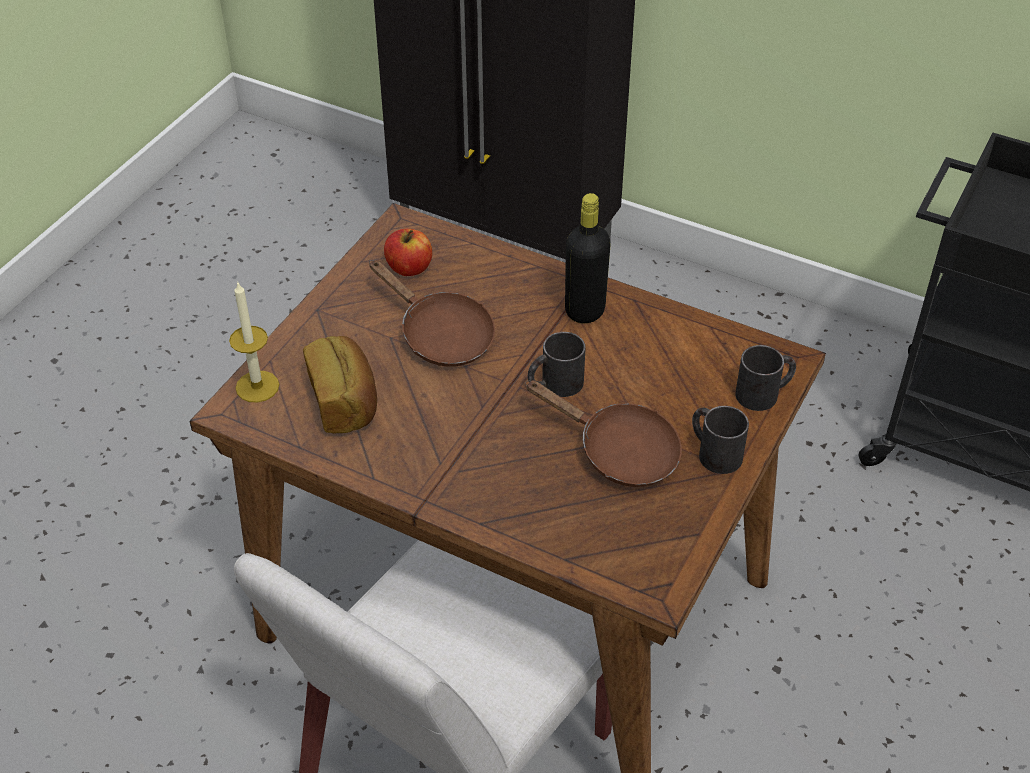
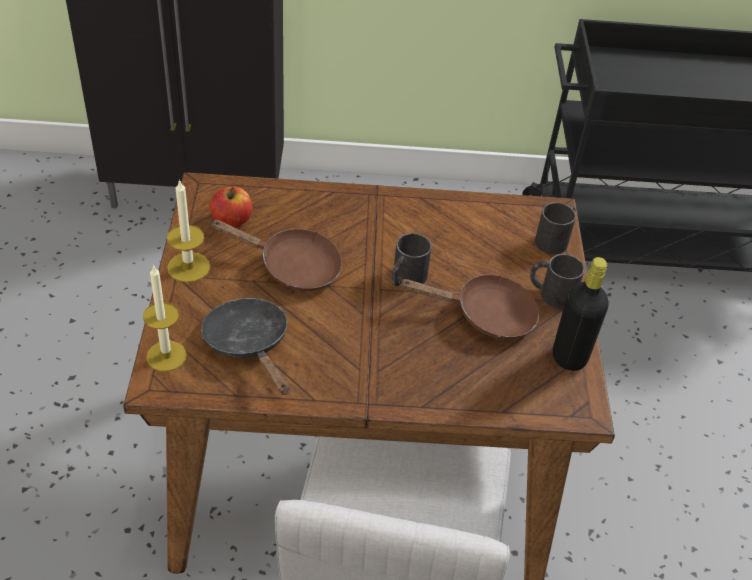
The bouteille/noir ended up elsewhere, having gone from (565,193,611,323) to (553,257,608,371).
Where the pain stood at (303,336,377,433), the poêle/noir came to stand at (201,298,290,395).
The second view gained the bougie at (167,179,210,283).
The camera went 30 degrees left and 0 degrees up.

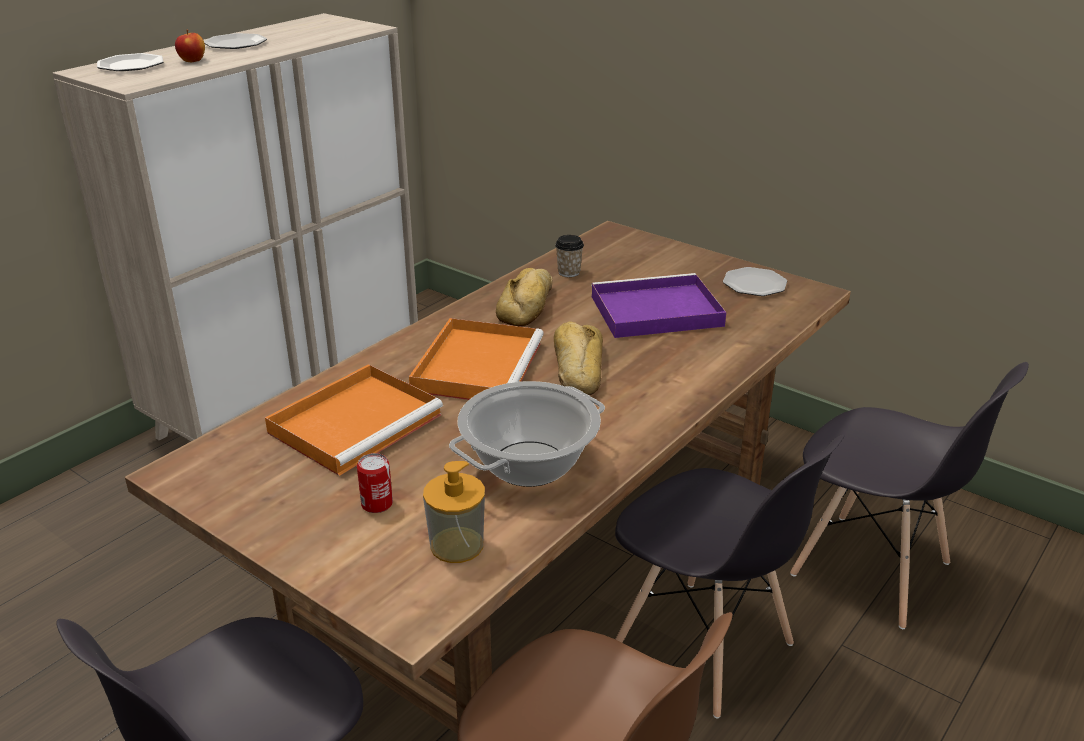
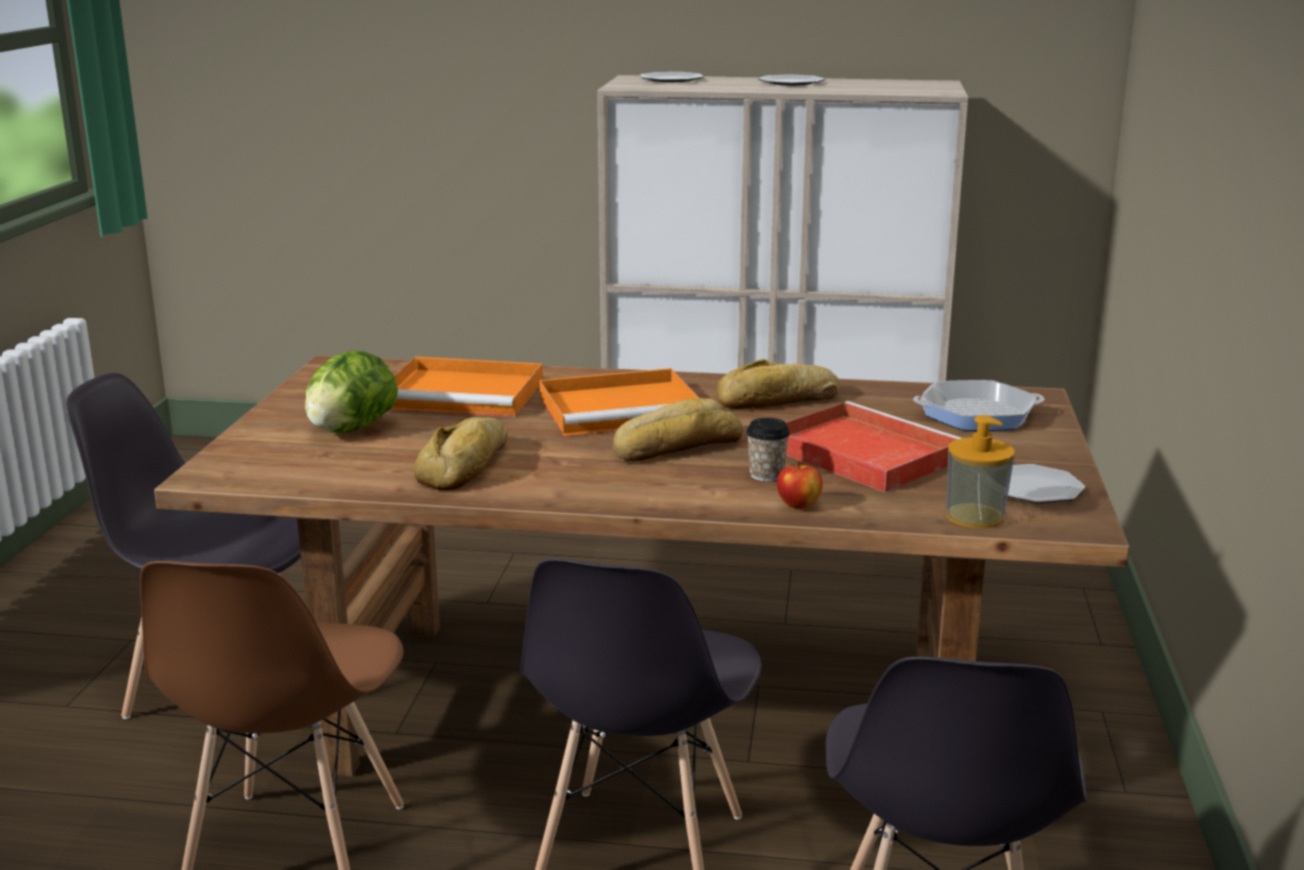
The pomme ended up elsewhere, having gone from (175,30,205,62) to (777,461,823,509).
The tasse ended up elsewhere, having gone from (555,235,584,277) to (746,418,790,482).
What was the plateau/violet at (591,273,726,338) turned into the plateau/rouge at (785,401,962,492).
Where the marmite stood at (449,381,605,487), the pain came to stand at (414,417,508,491).
Where the boîte métallique stood at (357,453,393,513), the laitue came to stand at (305,350,398,433).
The distributeur de savon ended up elsewhere, having gone from (423,461,485,563) to (947,415,1014,528).
The second view gained the poêle at (913,380,1044,431).
The camera went 60 degrees right and 10 degrees down.

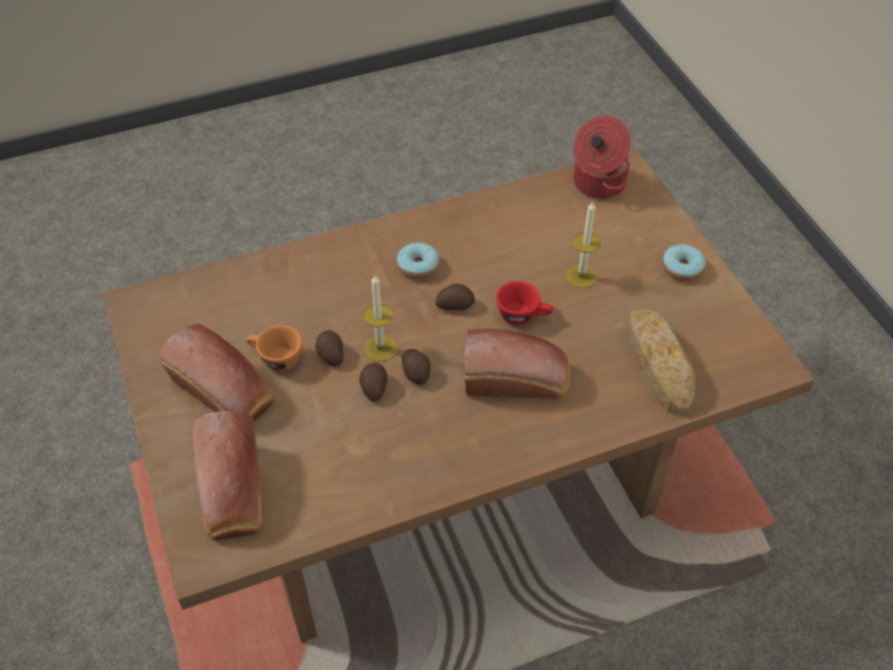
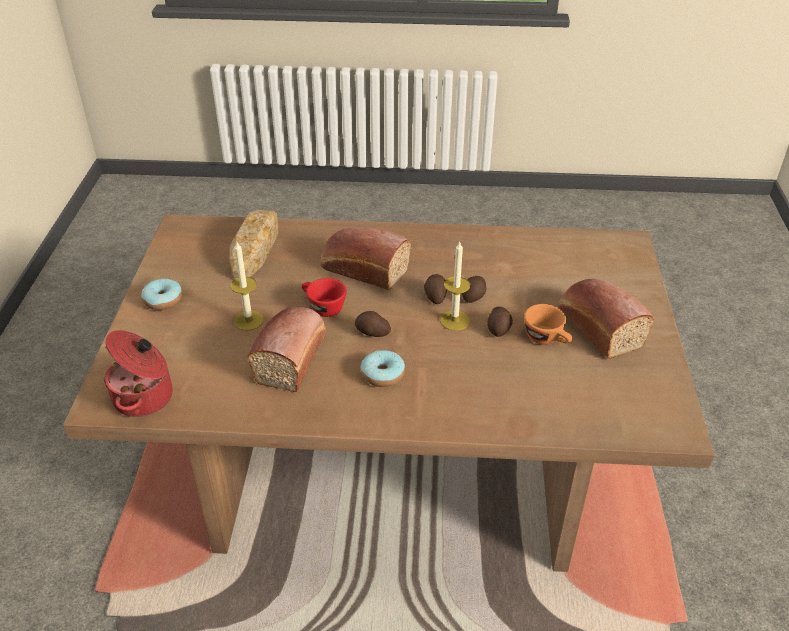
The pain ended up elsewhere, having gone from (193,411,263,540) to (248,307,326,392).
The camera went 155 degrees left and 10 degrees down.

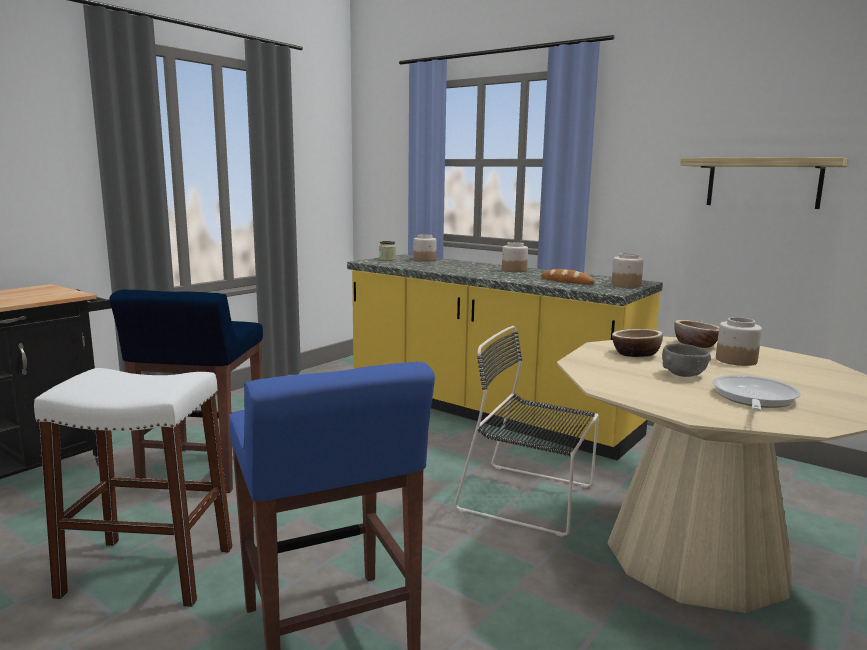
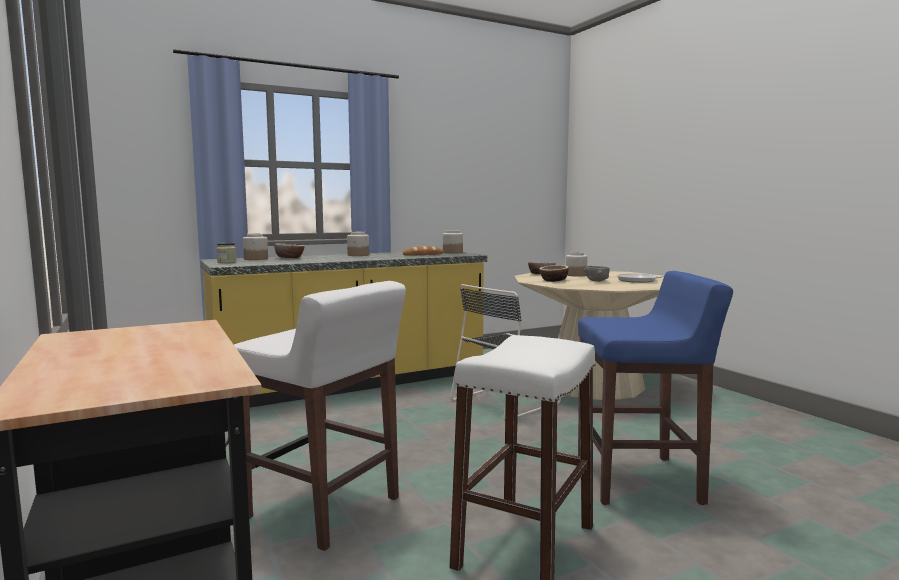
The second view lost the étagère at (680,157,849,209).
What was the tabouret/bleu at (110,290,263,493) turned into the tabouret/blanc at (234,281,406,551).
The second view gained the bol at (274,243,304,258).
The camera went 65 degrees left and 5 degrees down.

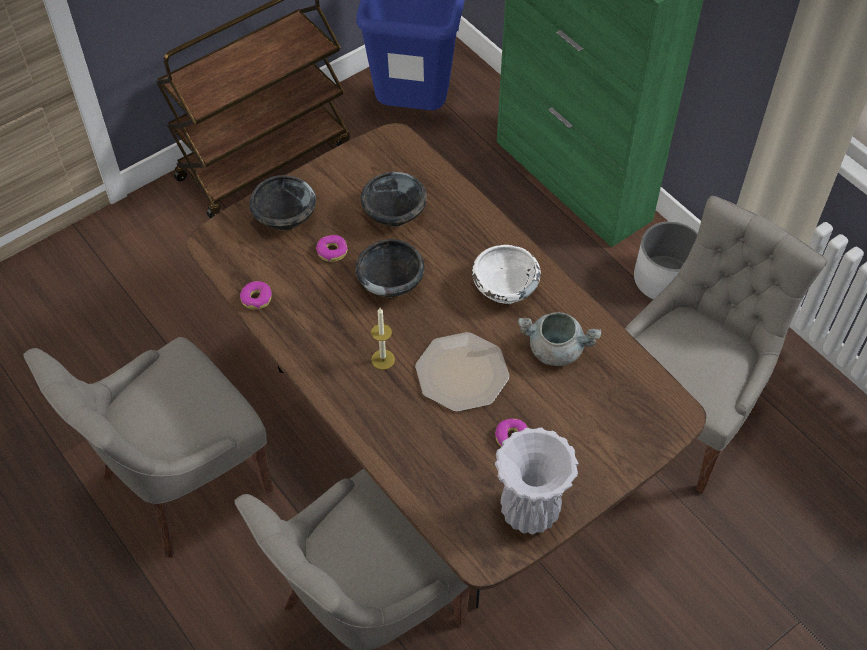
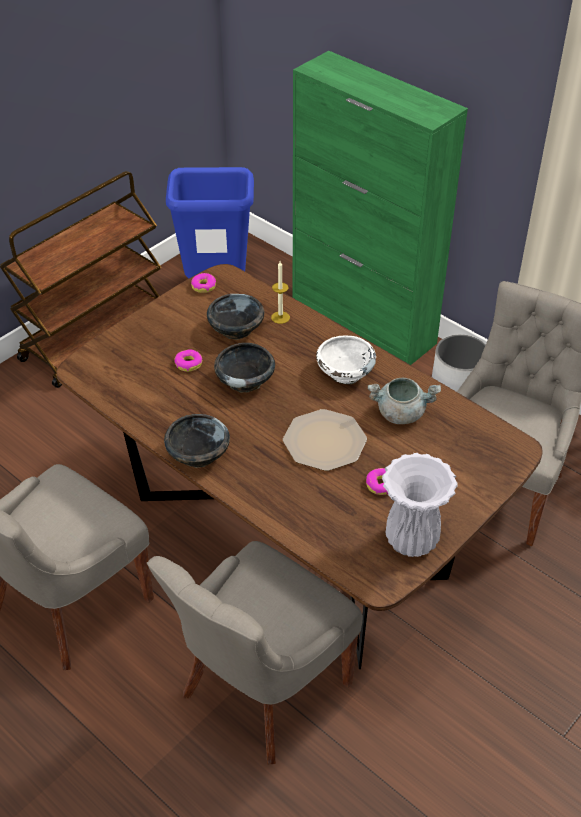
The bol/noir ended up elsewhere, having gone from (249,175,316,231) to (164,414,230,468).
The beignet ended up elsewhere, having gone from (240,281,272,310) to (191,273,216,293).
The bougie ended up elsewhere, having gone from (371,308,395,370) to (271,261,290,324).
The camera went 10 degrees left and 10 degrees down.

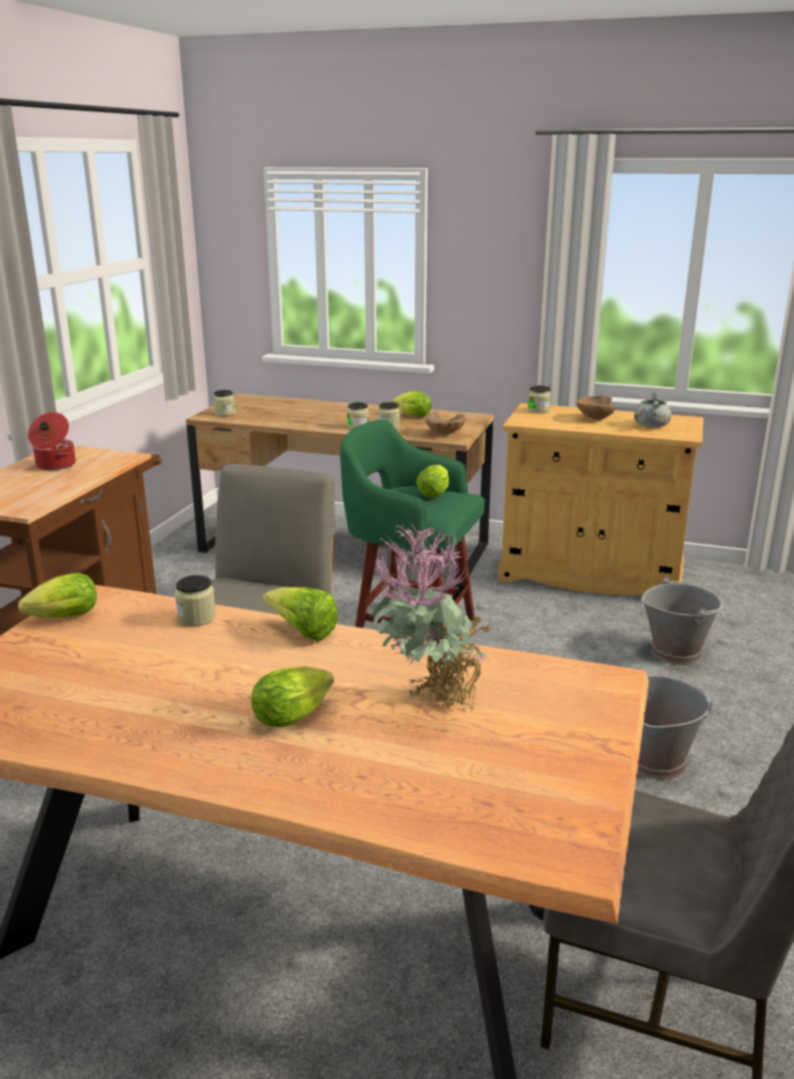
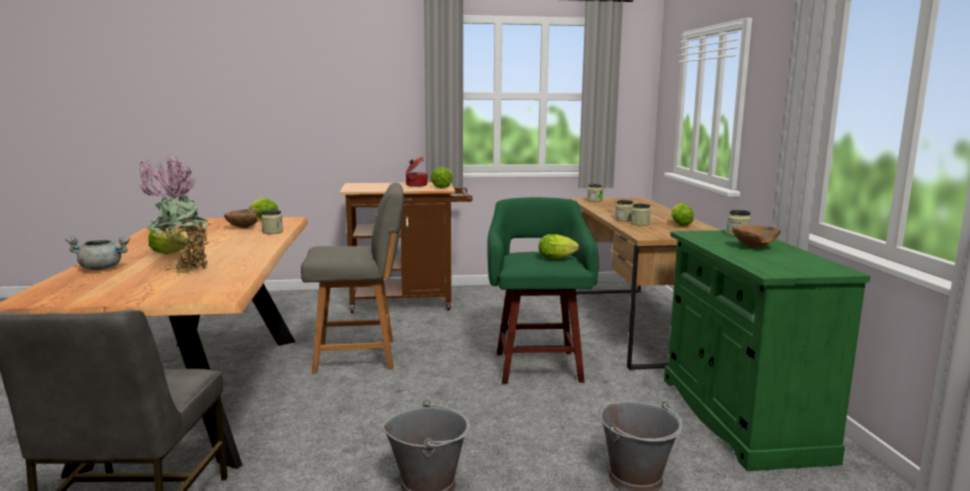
The marmite/gris ended up elsewhere, having gone from (634,392,672,428) to (65,236,130,270).
What was the meuble de rangement/beige at (498,403,704,595) turned into the meuble de rangement/vert at (664,230,870,471).
The bol/marron ended up elsewhere, having gone from (425,411,466,434) to (224,209,258,228).
The laitue ended up elsewhere, having gone from (263,587,338,641) to (431,167,453,188).
The camera went 65 degrees right and 10 degrees down.

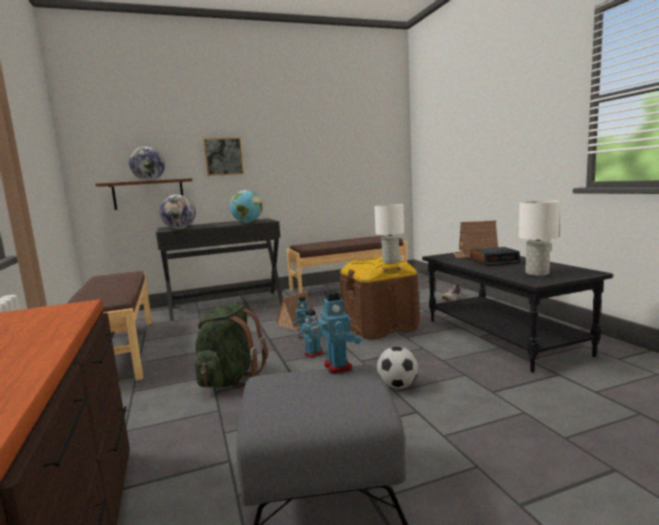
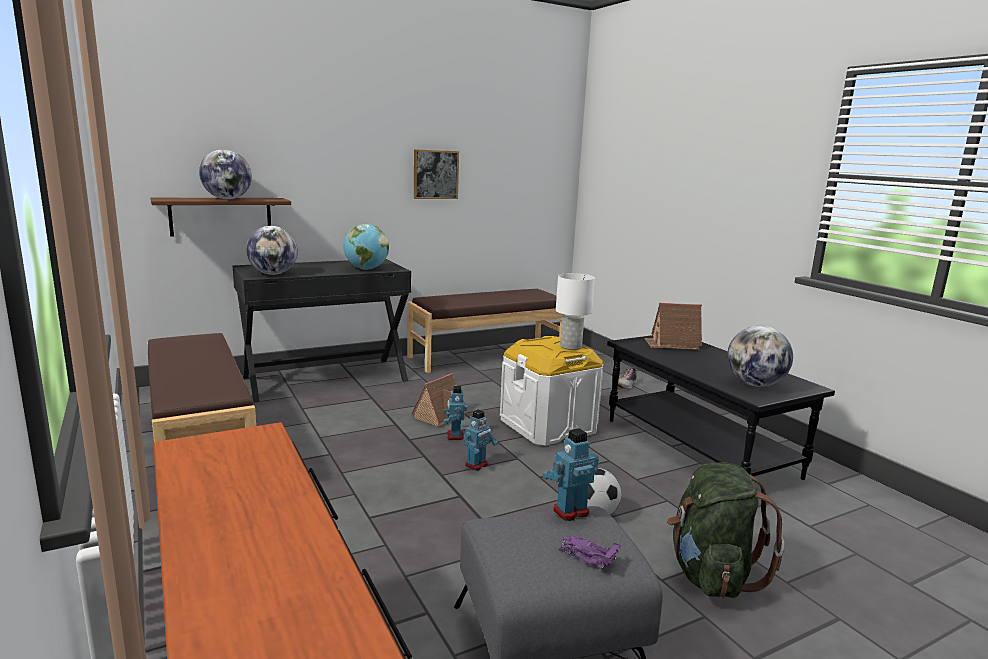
The tableau ended up elsewhere, having gone from (204,138,244,176) to (414,149,459,199).
Where the lampe de table/blanc stood at (519,200,560,276), the globe came to stand at (727,326,793,387).
The second view lost the réveil at (470,247,520,266).
What was the boîte de rangement/marron at (340,257,419,340) turned into the boîte de rangement/blanc at (500,336,603,446).
The robot jouet at (318,290,361,374) ended up facing another way, 90 degrees counterclockwise from before.
The sac à dos/vert ended up elsewhere, having gone from (195,304,268,388) to (667,462,785,598).
The second view gained the petite voiture/violet at (559,535,621,569).
The camera went 10 degrees left and 5 degrees up.

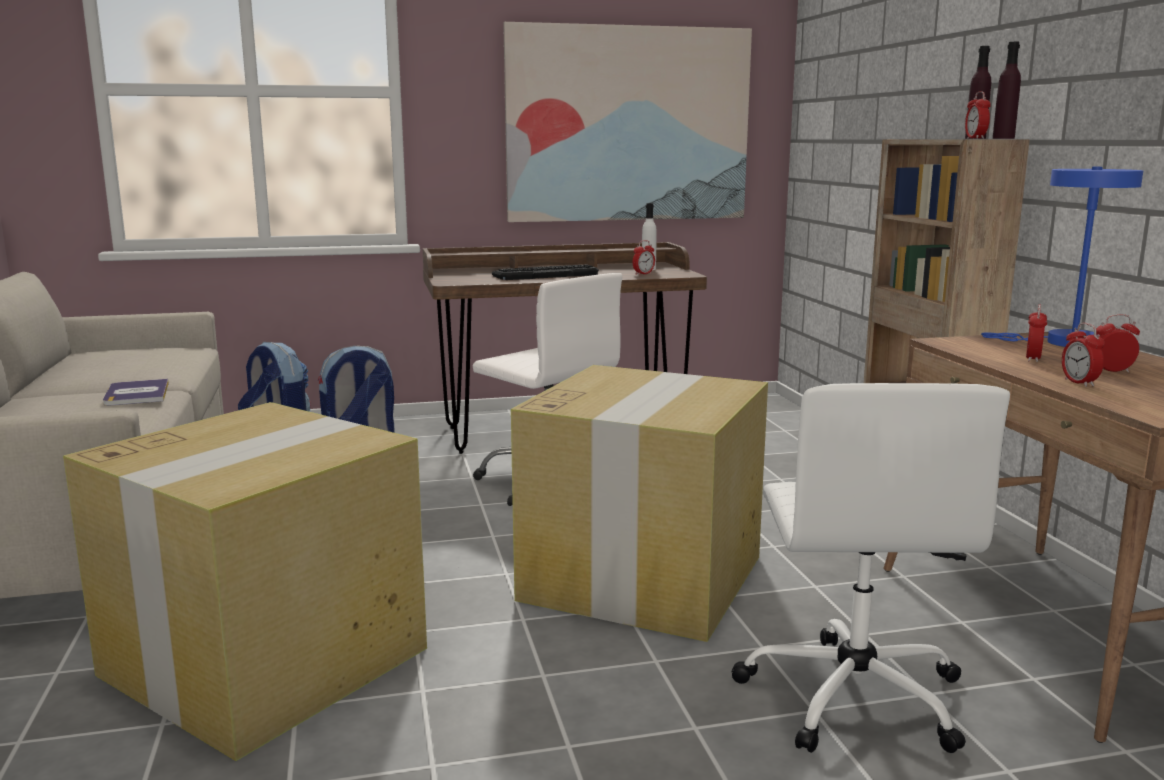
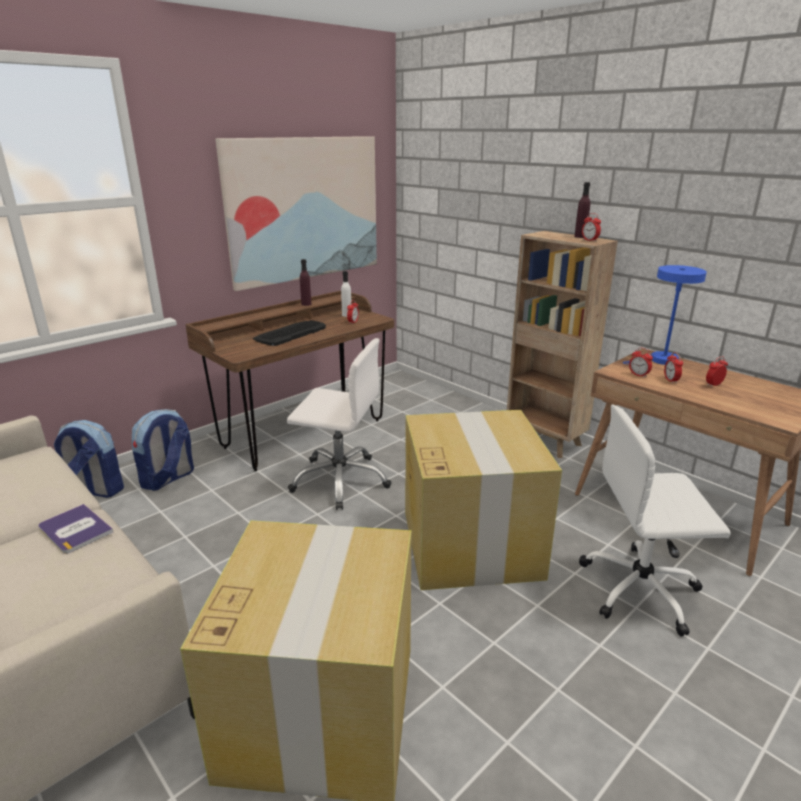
The bouteille/violet ended up elsewhere, having gone from (993,42,1021,139) to (300,259,311,306).
The réveil ended up elsewhere, having gone from (1062,323,1105,387) to (629,348,653,378).
The chaise de bureau/blanc at (731,383,1010,753) ended up facing another way, 120 degrees clockwise from before.
The camera went 30 degrees left and 10 degrees up.

